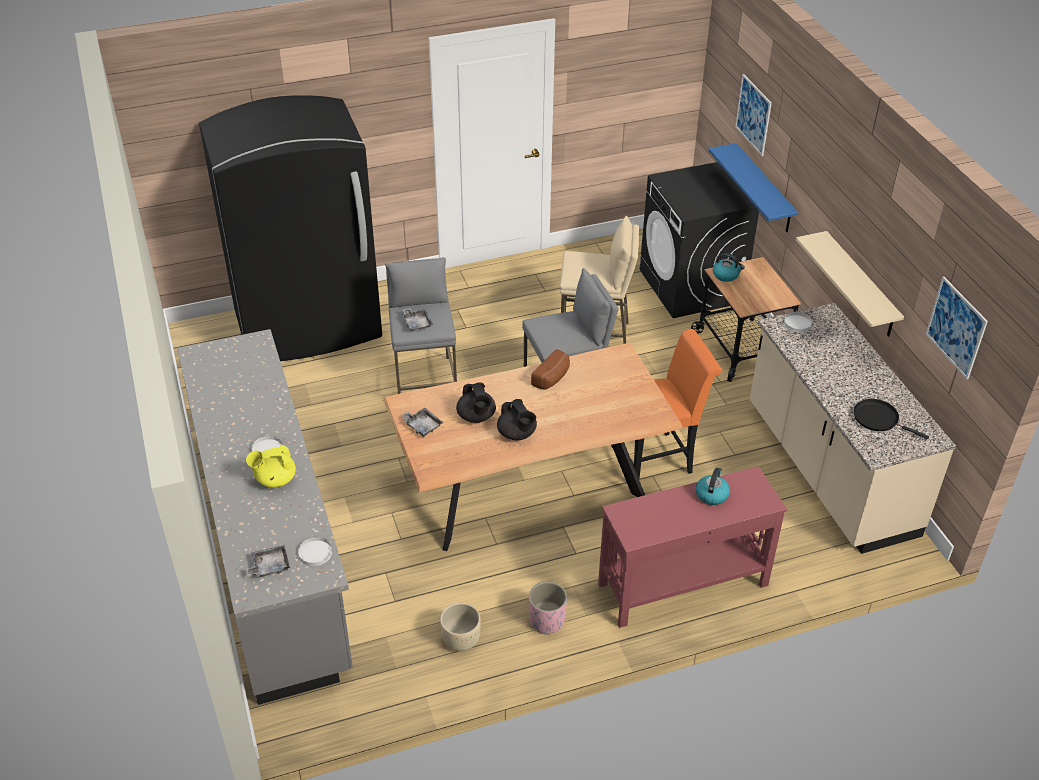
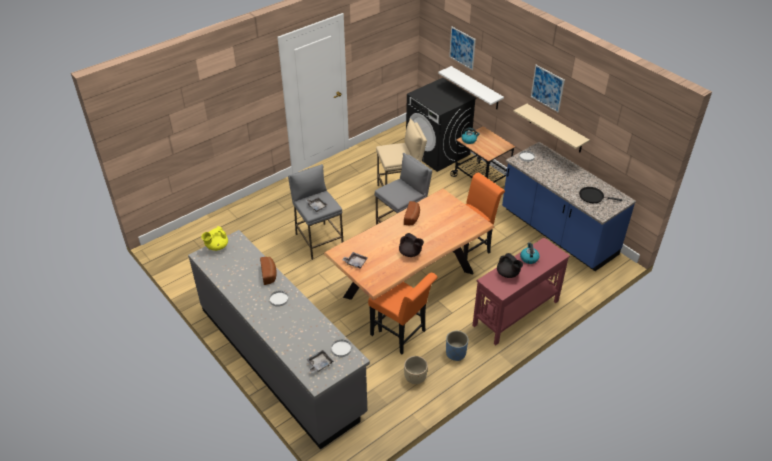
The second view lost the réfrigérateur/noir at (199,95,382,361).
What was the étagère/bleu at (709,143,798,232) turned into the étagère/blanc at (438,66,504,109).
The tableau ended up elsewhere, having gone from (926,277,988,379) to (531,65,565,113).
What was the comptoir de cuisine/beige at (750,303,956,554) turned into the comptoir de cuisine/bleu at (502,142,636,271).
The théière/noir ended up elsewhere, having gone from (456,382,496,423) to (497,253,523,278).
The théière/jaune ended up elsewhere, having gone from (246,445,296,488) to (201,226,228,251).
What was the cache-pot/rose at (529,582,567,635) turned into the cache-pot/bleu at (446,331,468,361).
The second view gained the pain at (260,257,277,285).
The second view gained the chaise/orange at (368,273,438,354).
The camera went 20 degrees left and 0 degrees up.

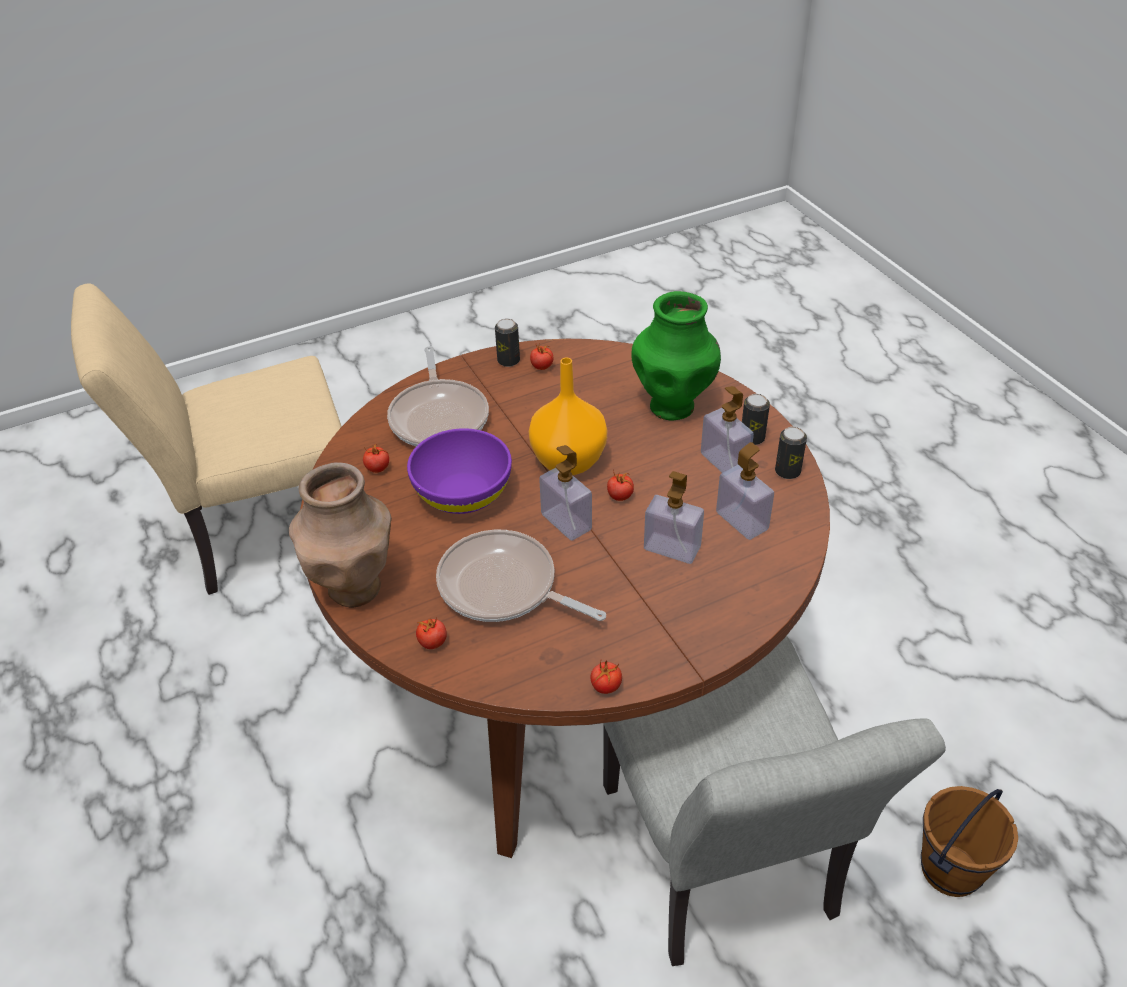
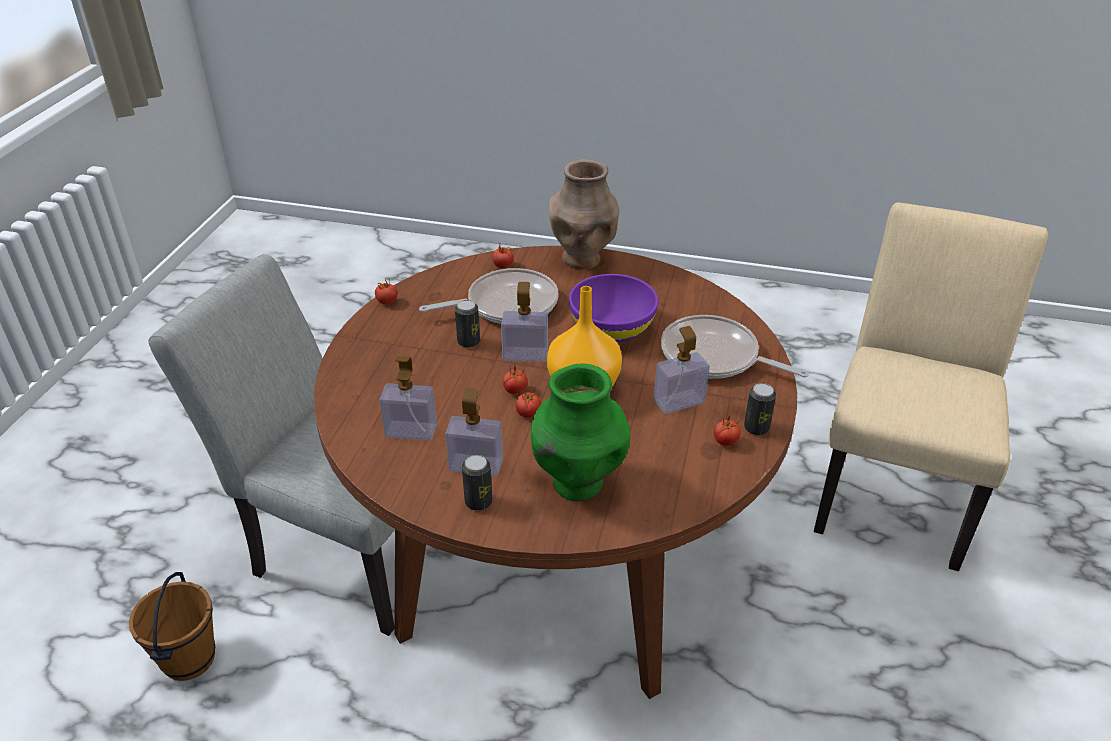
The boîte métallique ended up elsewhere, having gone from (775,427,807,479) to (455,300,480,348).
The tomate ended up elsewhere, having gone from (363,444,389,473) to (516,389,541,418).
The distributeur de savon ended up elsewhere, having gone from (644,471,704,564) to (654,326,710,414).
The camera went 130 degrees right and 5 degrees down.

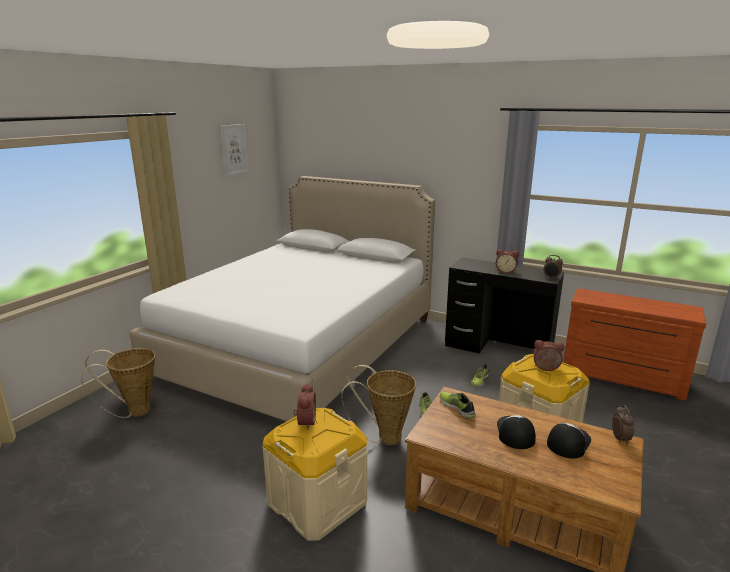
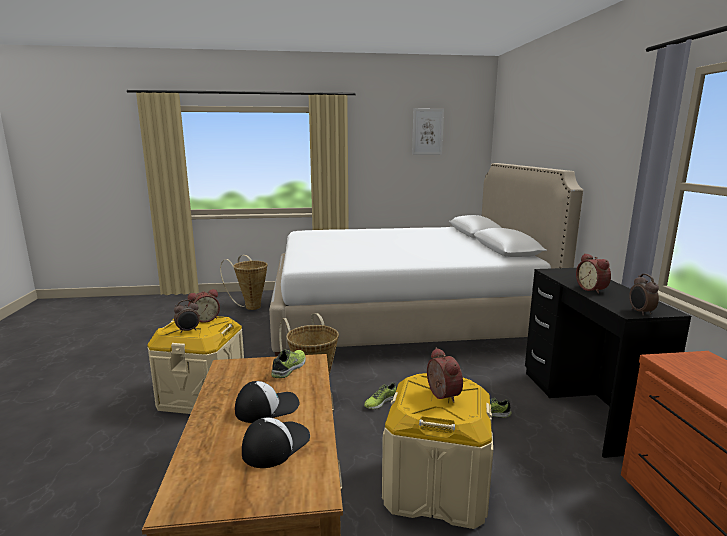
The réveil ended up elsewhere, having gone from (612,405,634,445) to (174,300,200,333).
The casquette at (547,423,591,458) ended up facing another way, 60 degrees counterclockwise from before.
The camera went 55 degrees right and 5 degrees down.

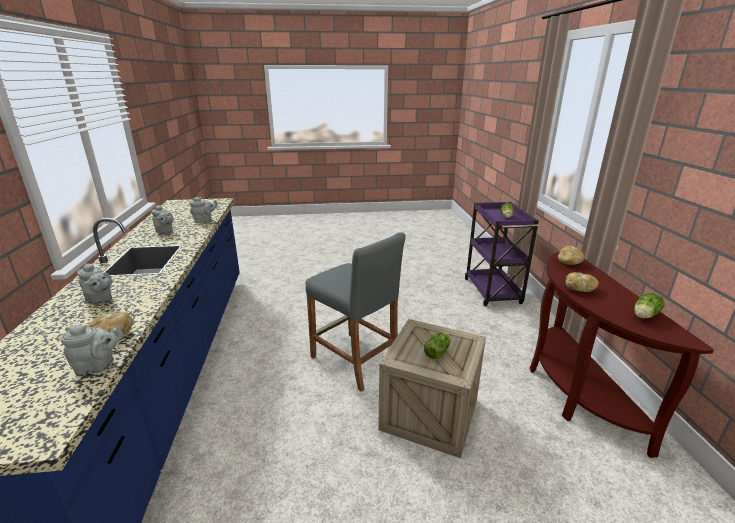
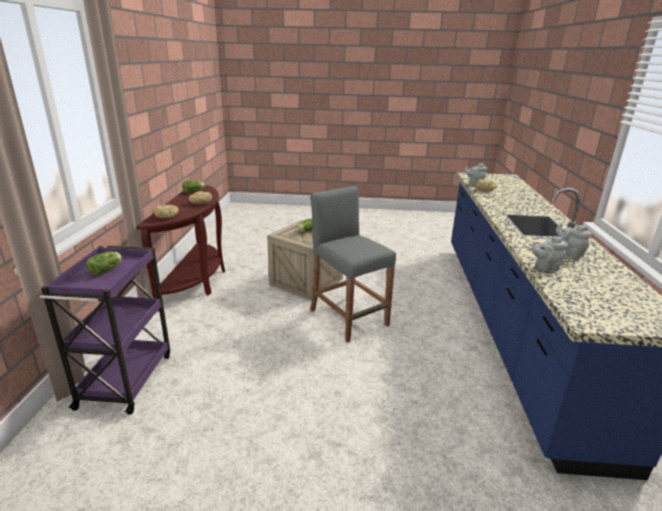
The second view lost the théière/gris at (77,263,112,304).
The camera went 170 degrees left and 0 degrees up.

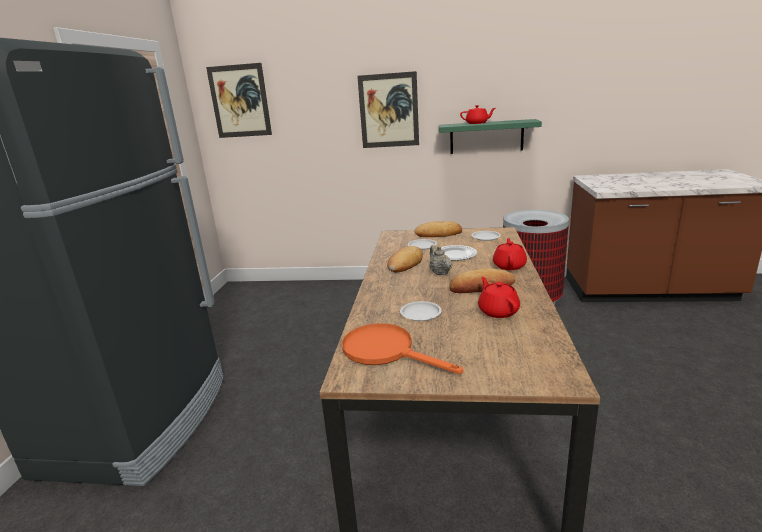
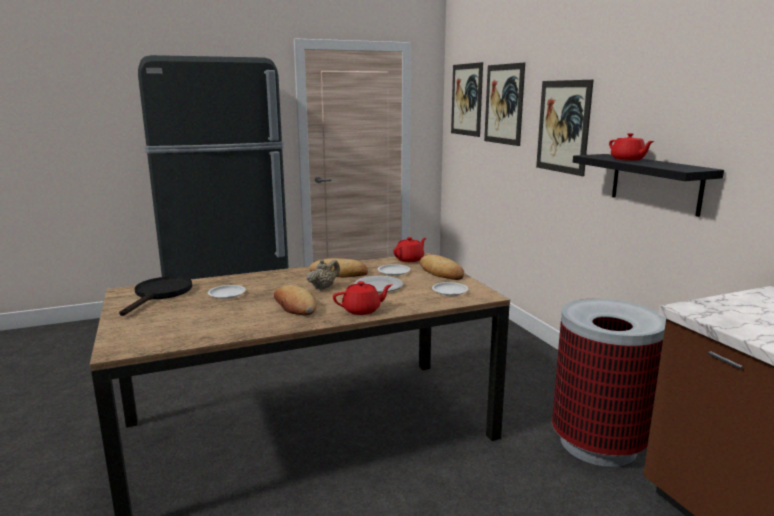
What was the étagère/vert at (439,119,542,154) turned into the étagère/noir at (573,154,724,217).
The théière/rouge ended up elsewhere, having gone from (478,277,520,318) to (393,237,426,262).
What was the poêle/orange at (342,323,463,374) turned into the poêle/noir at (119,276,192,316).
The second view gained the tableau at (484,62,525,146).
The camera went 60 degrees right and 5 degrees down.

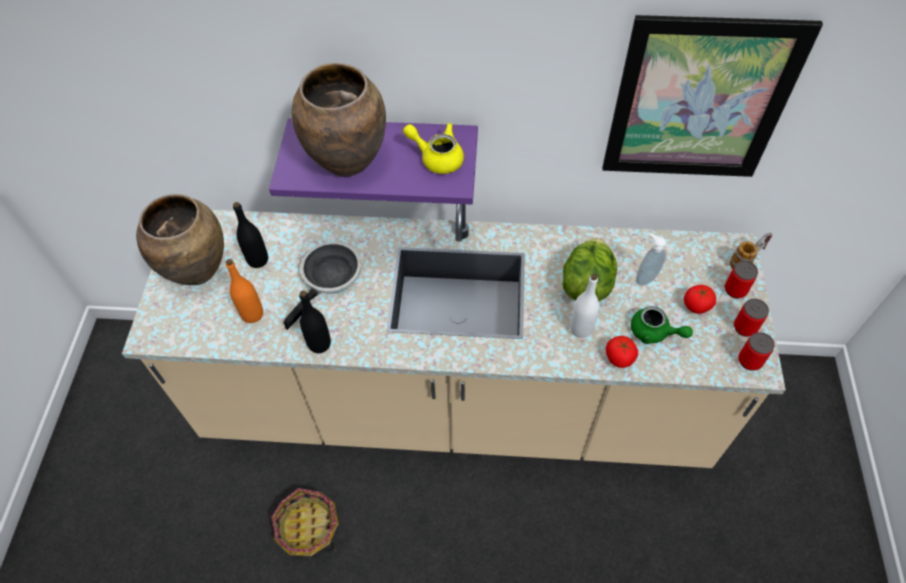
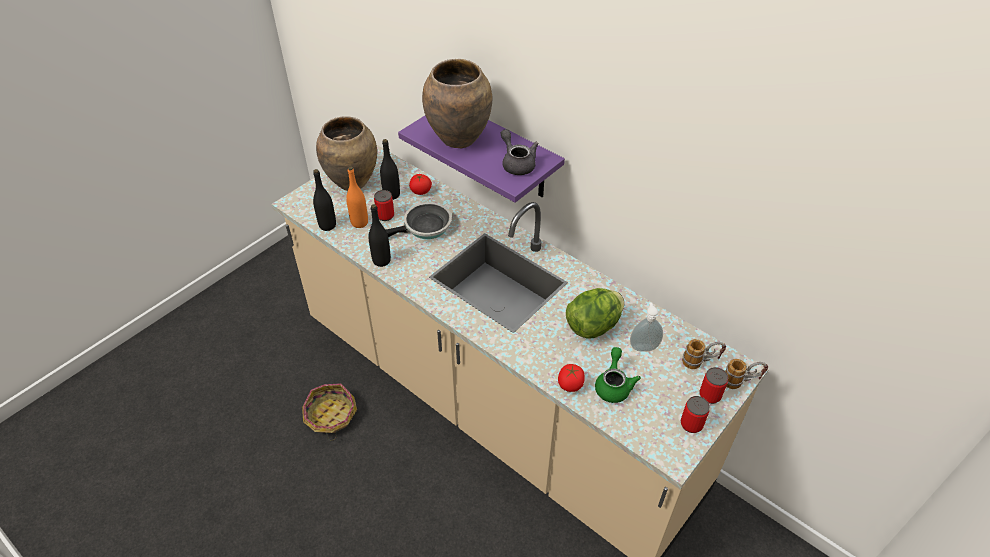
The second view lost the tableau at (602,15,823,177).
What was the théière/jaune at (403,123,464,174) turned into the théière/gris at (501,129,539,175).
The second view lost the bouteille/blanc at (570,274,599,338).
The tomate ended up elsewhere, having gone from (684,285,716,314) to (409,174,432,195).
The théière/vert at (631,306,693,344) ended up facing another way, 150 degrees counterclockwise from before.
The boîte métallique ended up elsewhere, having gone from (738,332,775,371) to (374,190,394,221).
The second view gained the bouteille/noir at (313,169,336,231).
The second view gained the mug at (682,339,726,369).
The camera went 35 degrees right and 10 degrees down.

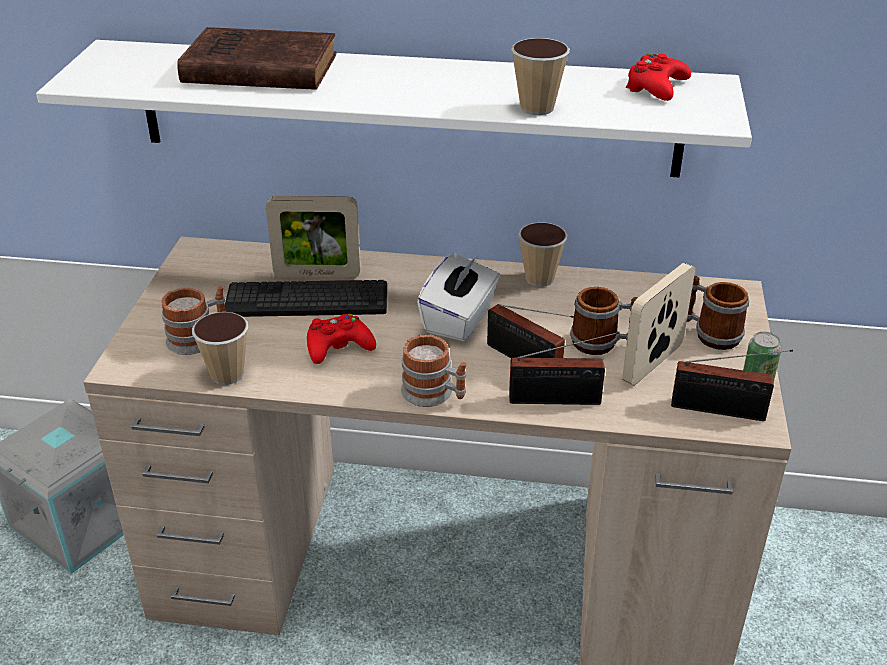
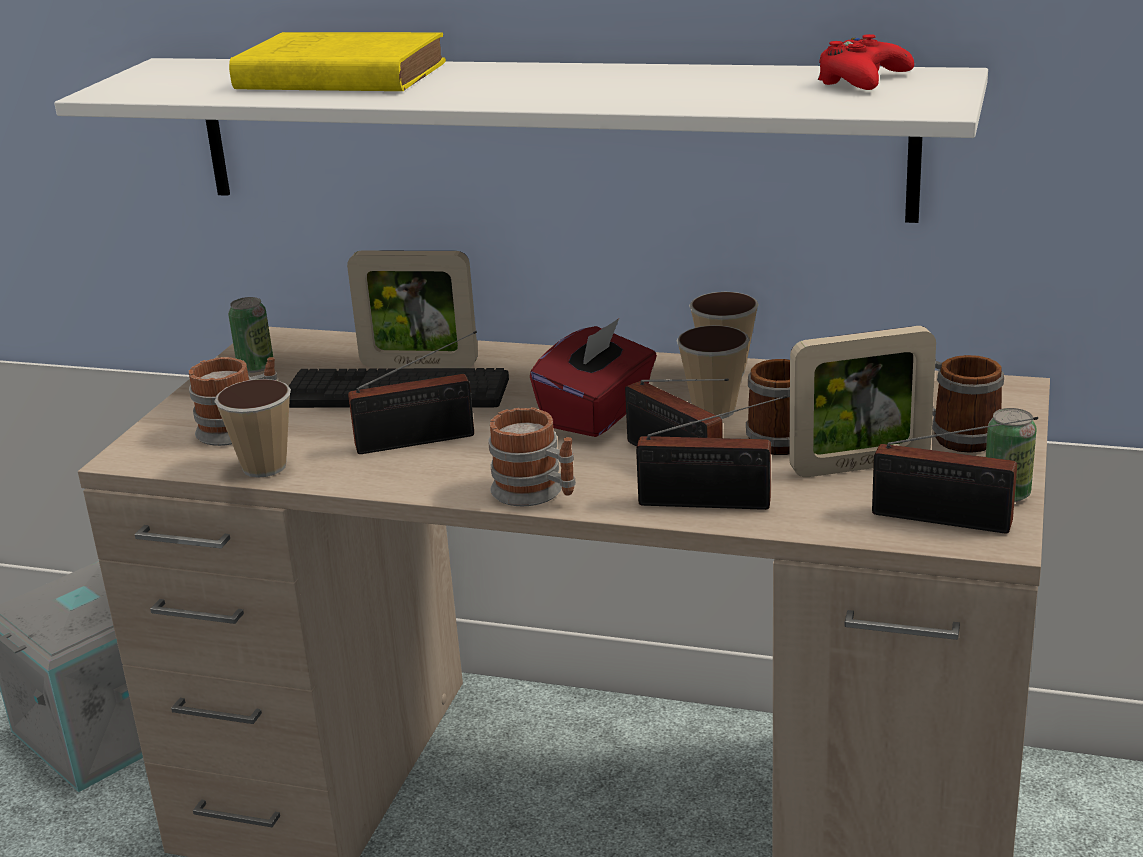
What was the livre/marron at (177,27,336,90) turned into the livre/jaune at (229,32,446,91).
The tasse ended up elsewhere, having gone from (511,38,570,115) to (676,325,750,419).
What was the boîte à mouchoirs/blanc at (417,253,500,341) turned into the boîte à mouchoirs/rouge at (530,318,657,437).
The cadre photo at (622,263,695,386) ended up facing another way, 150 degrees counterclockwise from before.
Where the manette/rouge stood at (307,314,376,364), the radio came to stand at (348,331,477,454).
The second view gained the boîte métallique at (228,297,273,373).
The camera went 10 degrees right and 10 degrees down.

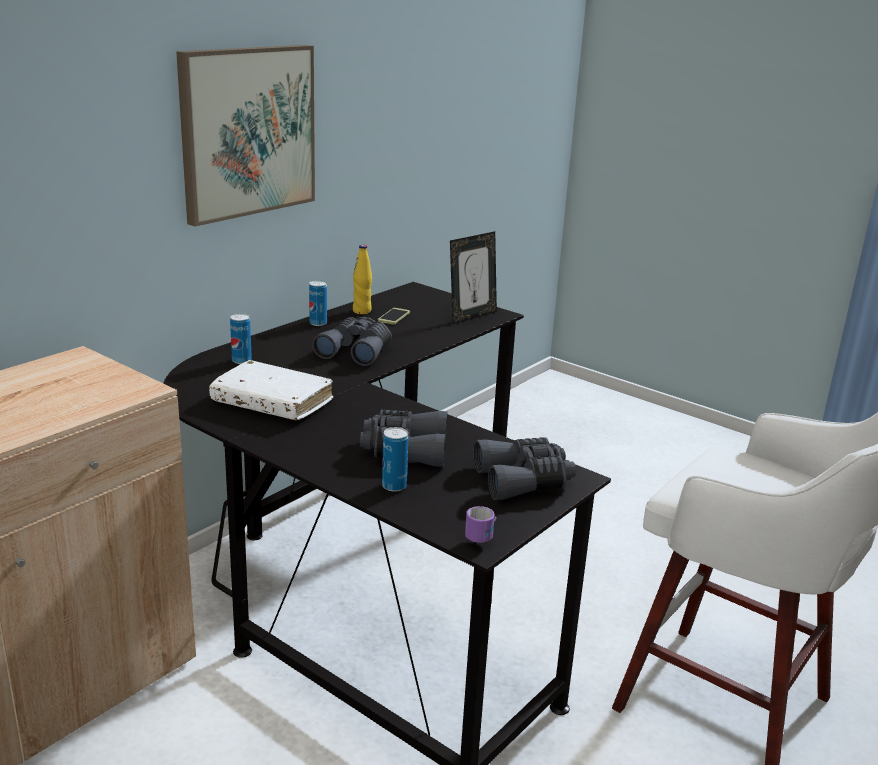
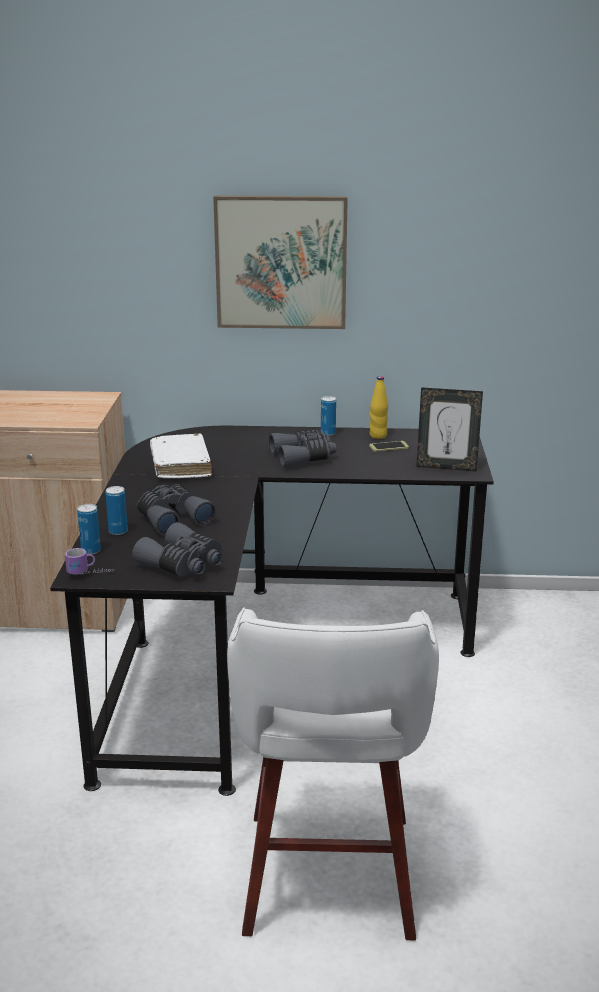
The boîte métallique ended up elsewhere, having gone from (230,314,252,364) to (77,504,101,554).
The camera went 55 degrees right and 0 degrees up.

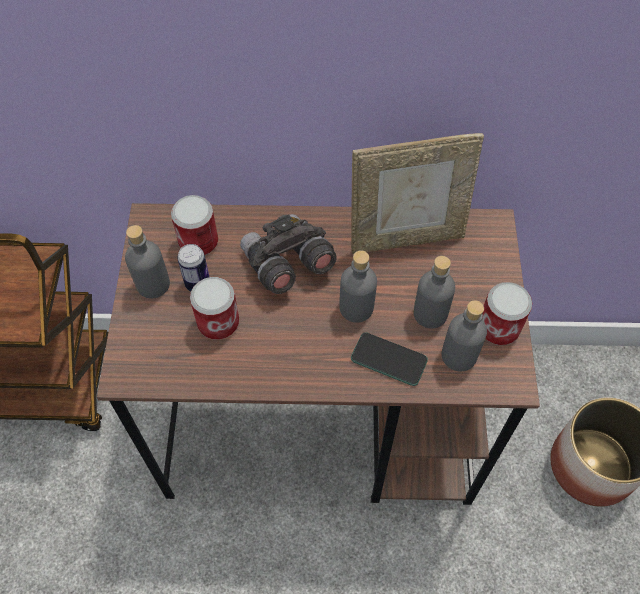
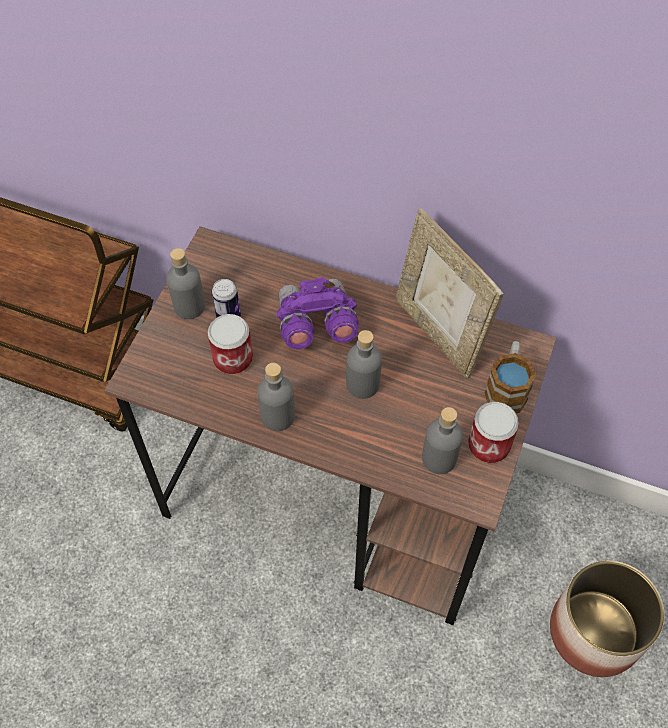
The cadre photo at (351,133,484,254) ended up facing another way, 45 degrees clockwise from before.
The second view lost the boîte métallique at (171,195,218,255).
What was the jumelles/gris at (240,214,337,294) turned into the jumelles/violet at (277,277,359,350).
The bouteille/gris ended up elsewhere, having gone from (413,256,455,328) to (257,363,295,431).
The second view lost the téléphone at (351,332,428,386).
The second view gained the mug at (484,341,536,413).
The camera went 20 degrees right and 0 degrees up.

